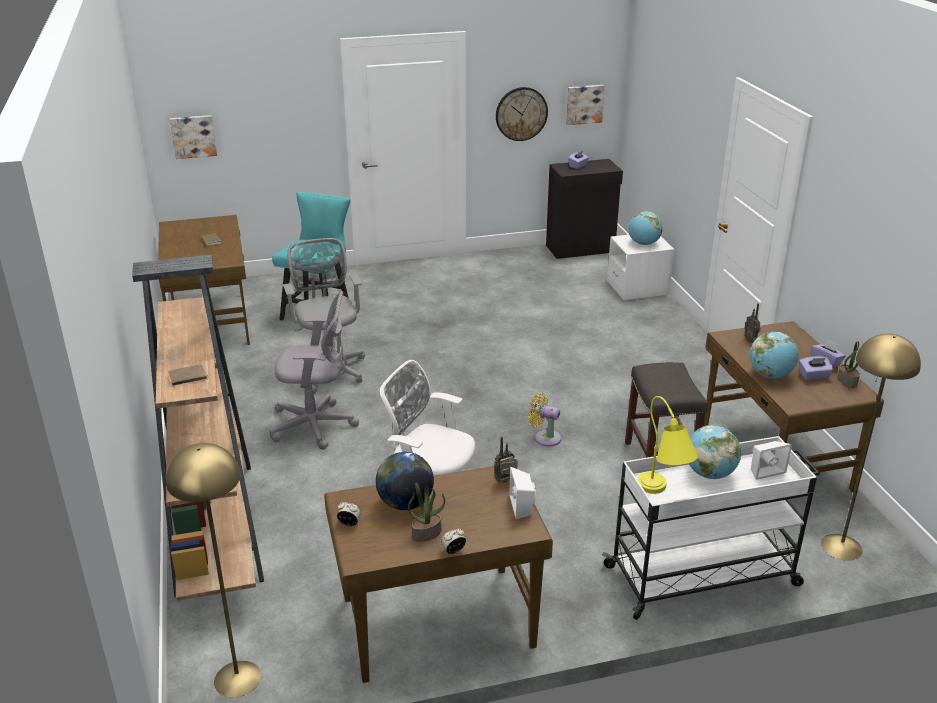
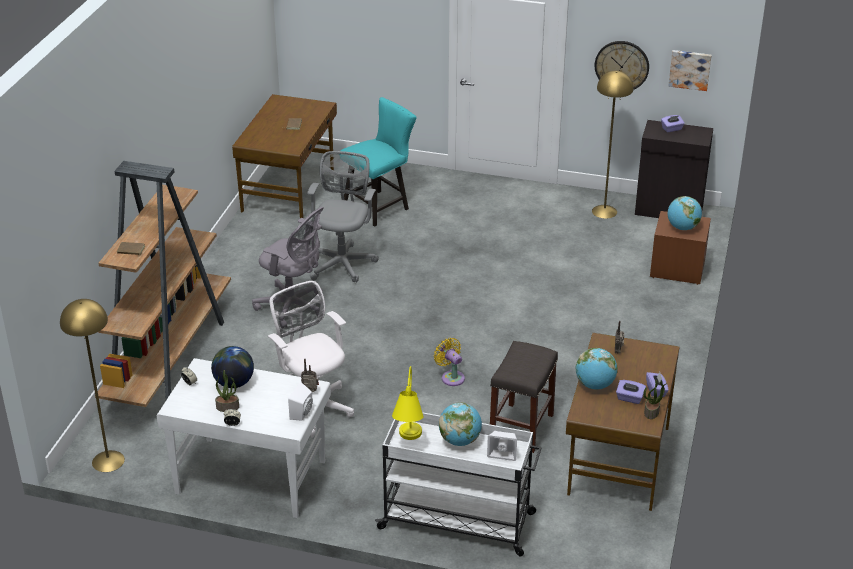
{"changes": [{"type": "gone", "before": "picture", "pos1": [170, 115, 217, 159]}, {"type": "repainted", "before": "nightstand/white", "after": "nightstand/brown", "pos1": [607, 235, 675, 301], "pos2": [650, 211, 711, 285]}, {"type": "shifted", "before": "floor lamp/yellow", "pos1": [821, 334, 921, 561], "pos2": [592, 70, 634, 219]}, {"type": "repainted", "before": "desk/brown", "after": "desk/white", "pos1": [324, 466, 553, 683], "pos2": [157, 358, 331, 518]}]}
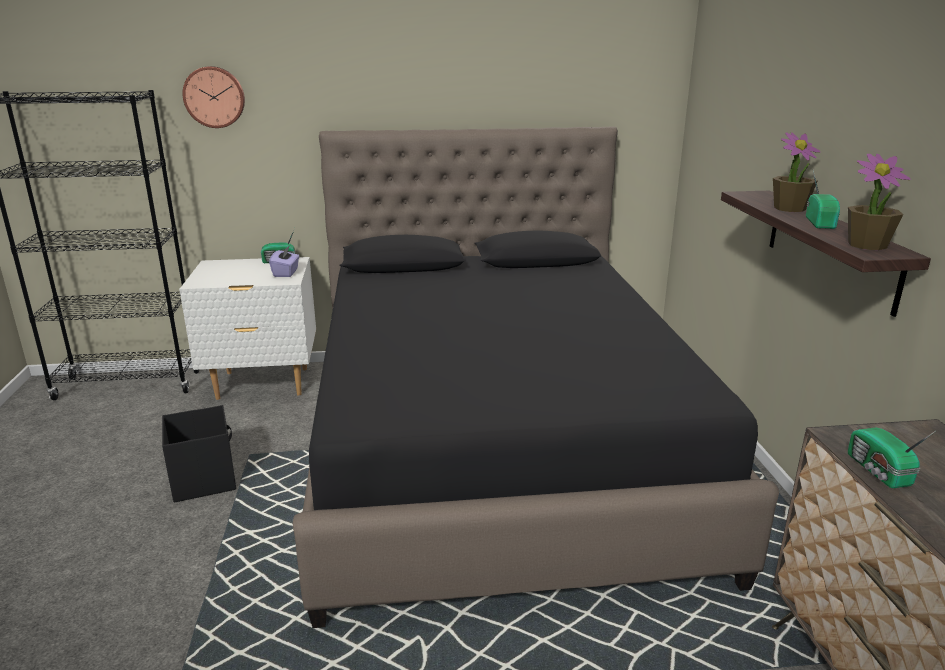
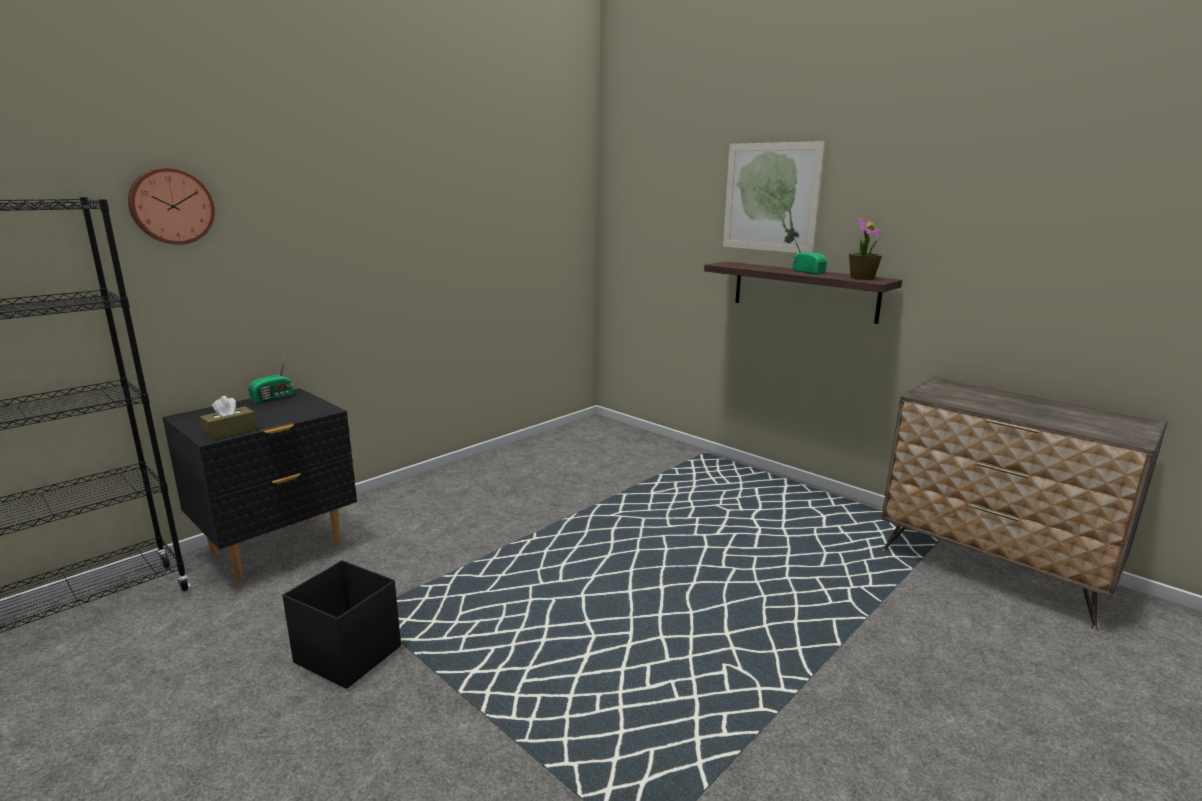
{"changes": [{"type": "gone", "before": "bed/black", "pos1": [293, 127, 779, 628]}, {"type": "gone", "before": "potted plant", "pos1": [773, 132, 820, 212]}, {"type": "gone", "before": "tissue box/purple", "pos1": [269, 245, 299, 277]}, {"type": "repainted", "before": "nightstand/white", "after": "nightstand/black", "pos1": [179, 257, 316, 400], "pos2": [162, 388, 357, 582]}, {"type": "gone", "before": "radio", "pos1": [848, 428, 936, 488]}, {"type": "new", "after": "picture", "pos2": [723, 141, 825, 253]}, {"type": "new", "after": "tissue box/brown", "pos2": [200, 396, 257, 440]}]}
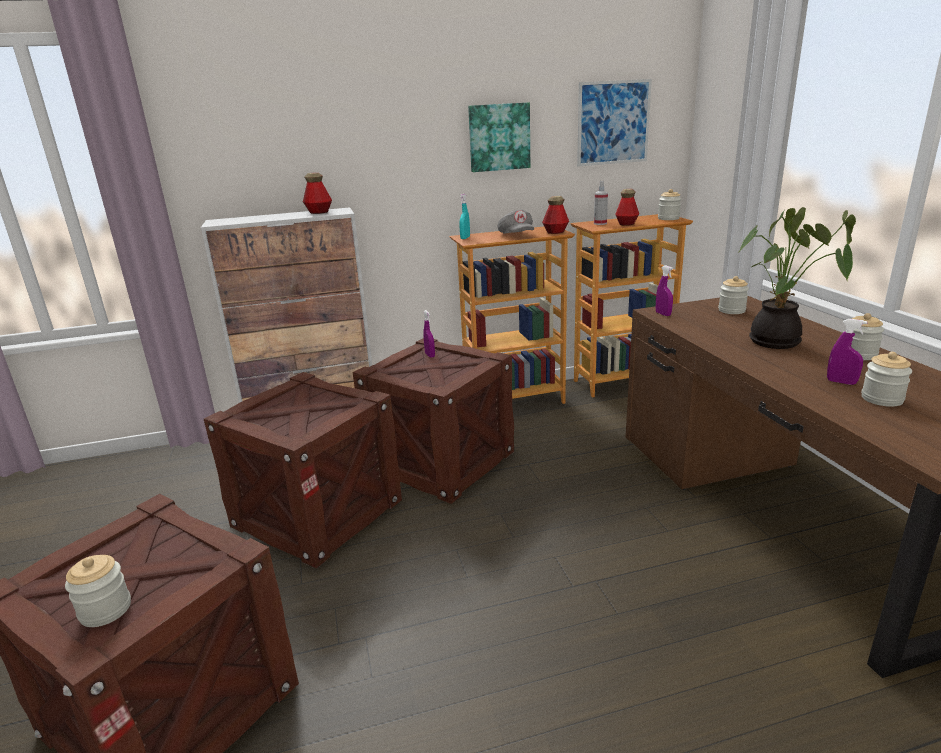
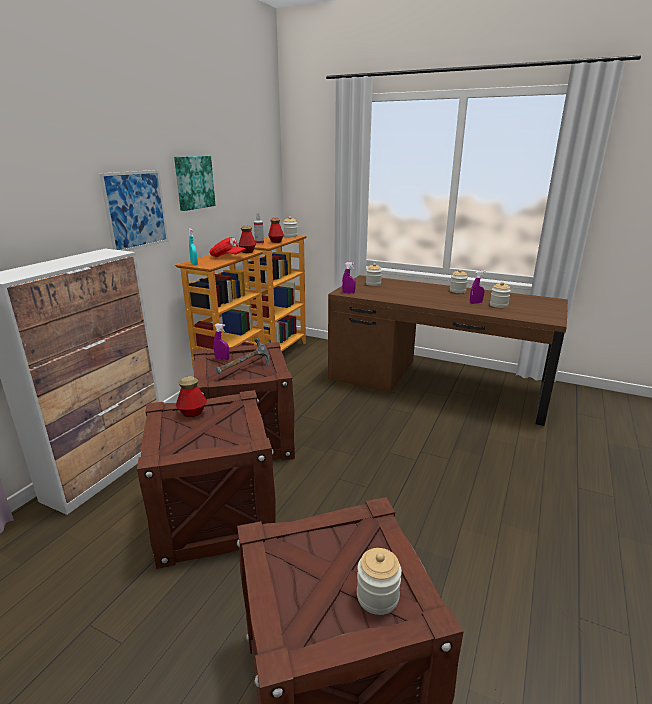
{"changes": [{"type": "shifted", "before": "picture", "pos1": [577, 79, 652, 166], "pos2": [99, 170, 168, 251]}, {"type": "shifted", "before": "bottle", "pos1": [303, 172, 332, 214], "pos2": [176, 376, 207, 417]}, {"type": "gone", "before": "potted plant", "pos1": [738, 207, 856, 349]}, {"type": "repainted", "before": "cap/grey", "after": "cap/red", "pos1": [498, 209, 534, 234], "pos2": [210, 237, 246, 257]}, {"type": "new", "after": "hammer", "pos2": [215, 338, 270, 375]}]}
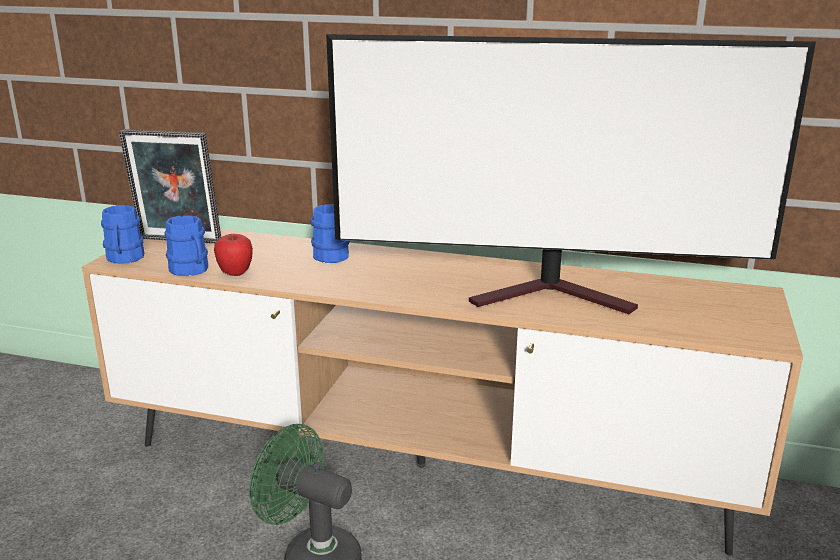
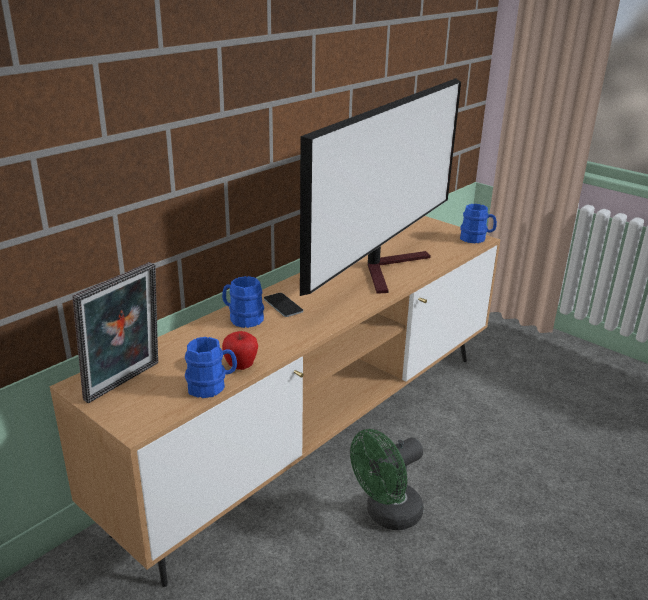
{"changes": [{"type": "shifted", "before": "mug/blue", "pos1": [101, 205, 144, 264], "pos2": [460, 204, 497, 243]}, {"type": "new", "after": "phone", "pos2": [264, 293, 303, 317]}]}
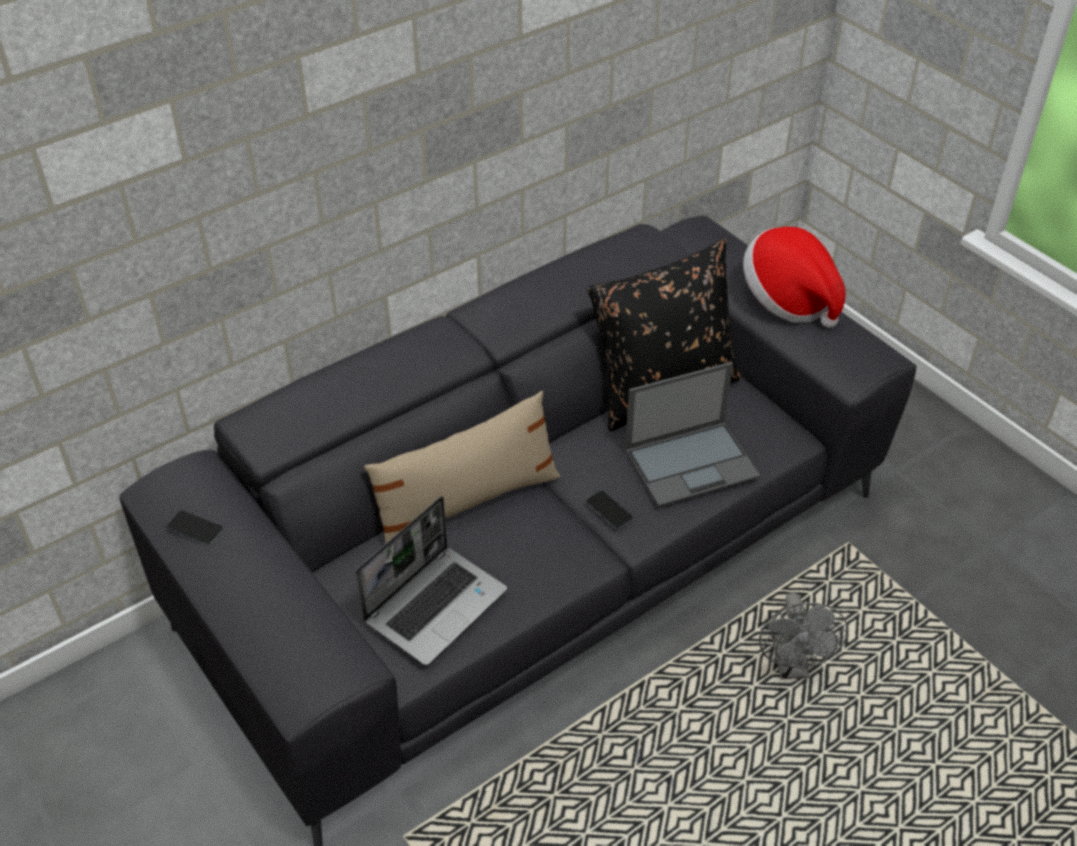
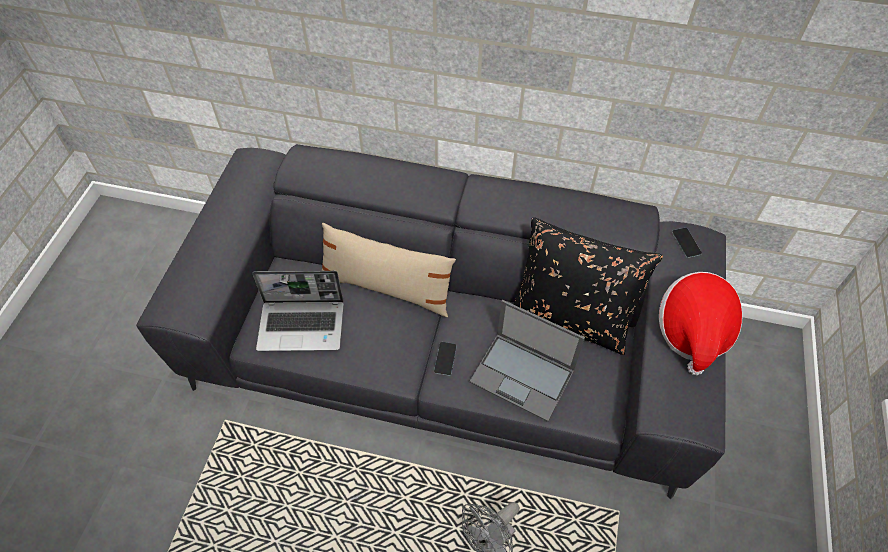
{"changes": [{"type": "shifted", "before": "phone", "pos1": [167, 510, 223, 545], "pos2": [672, 228, 702, 258]}]}
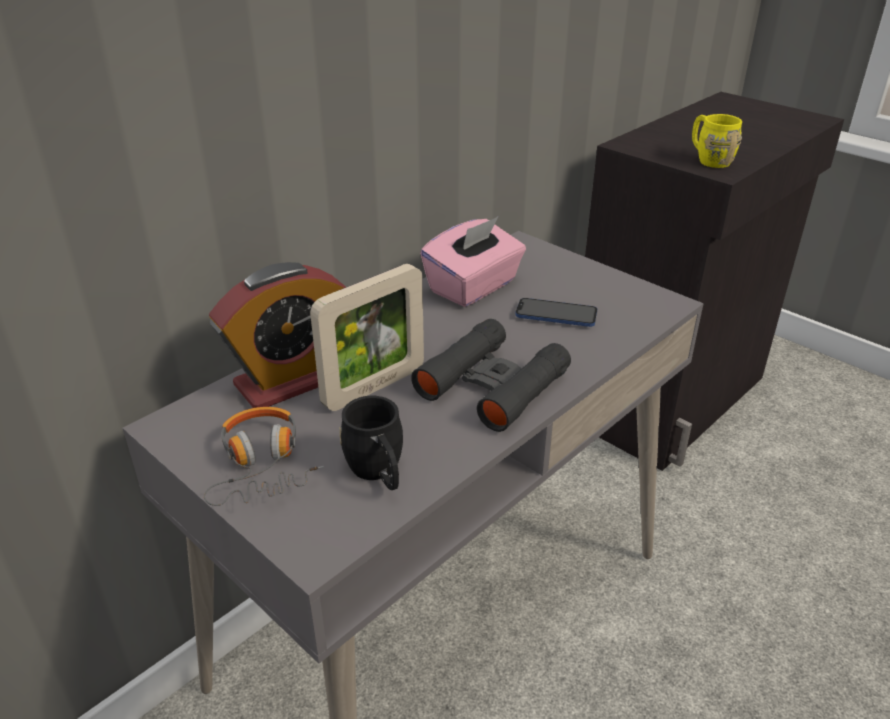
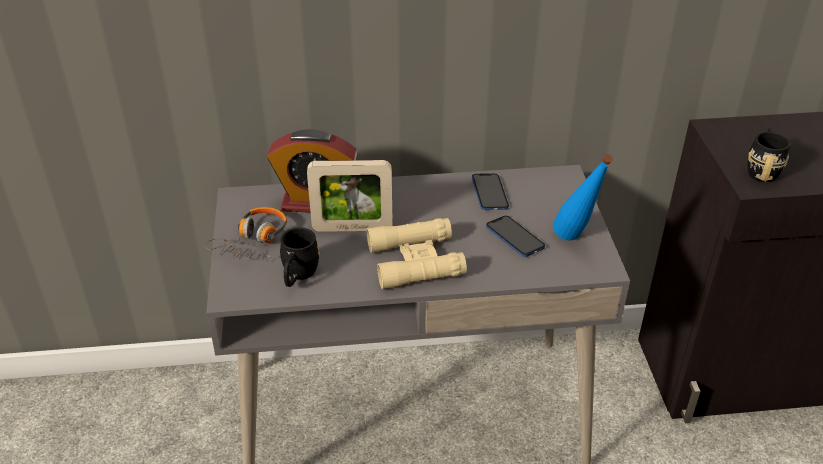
{"changes": [{"type": "repainted", "before": "mug/yellow", "after": "mug/black", "pos1": [692, 114, 742, 168], "pos2": [747, 128, 790, 182]}, {"type": "swapped", "before": "tissue box/pink", "after": "phone", "pos1": [420, 217, 526, 307], "pos2": [472, 173, 509, 210]}, {"type": "repainted", "before": "binoculars/black", "after": "binoculars/beige", "pos1": [411, 319, 571, 432], "pos2": [367, 218, 467, 289]}, {"type": "new", "after": "bottle/blue", "pos2": [553, 154, 613, 241]}]}
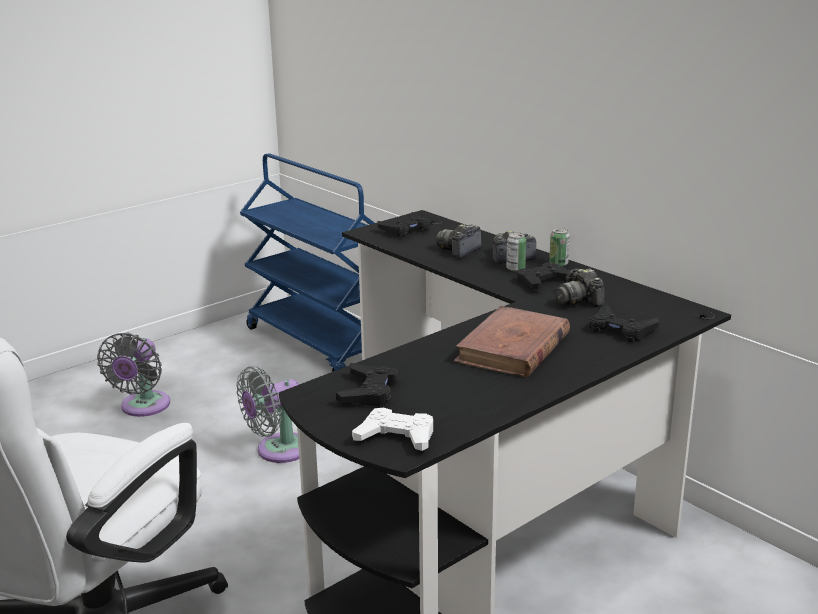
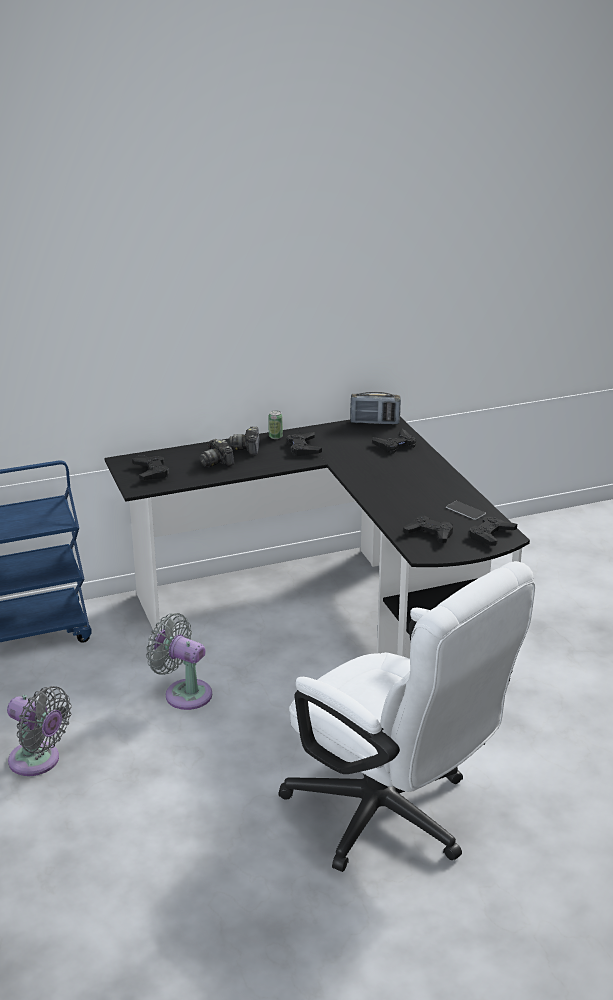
{"changes": [{"type": "gone", "before": "can", "pos1": [506, 232, 526, 272]}, {"type": "gone", "before": "photo camera", "pos1": [555, 268, 604, 307]}, {"type": "gone", "before": "book/brown", "pos1": [454, 306, 570, 378]}, {"type": "rotated", "before": "fan/grey", "pos1": [236, 366, 299, 463], "pos2": [146, 613, 212, 710], "turn": 135}, {"type": "repainted", "before": "game controller/white", "after": "game controller/black", "pos1": [352, 408, 433, 451], "pos2": [469, 516, 517, 546]}, {"type": "new", "after": "radio", "pos2": [350, 392, 401, 425]}, {"type": "new", "after": "phone", "pos2": [446, 501, 486, 520]}]}
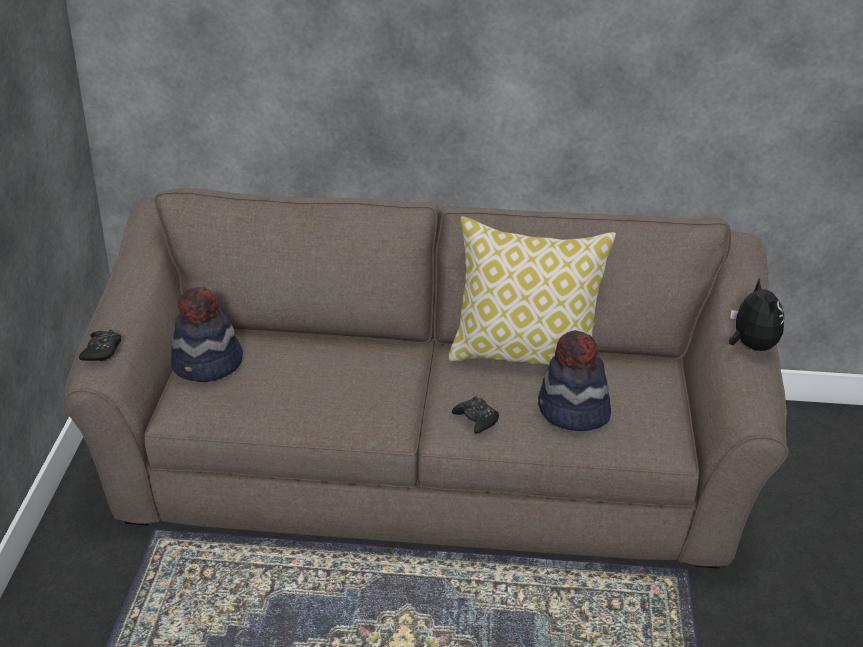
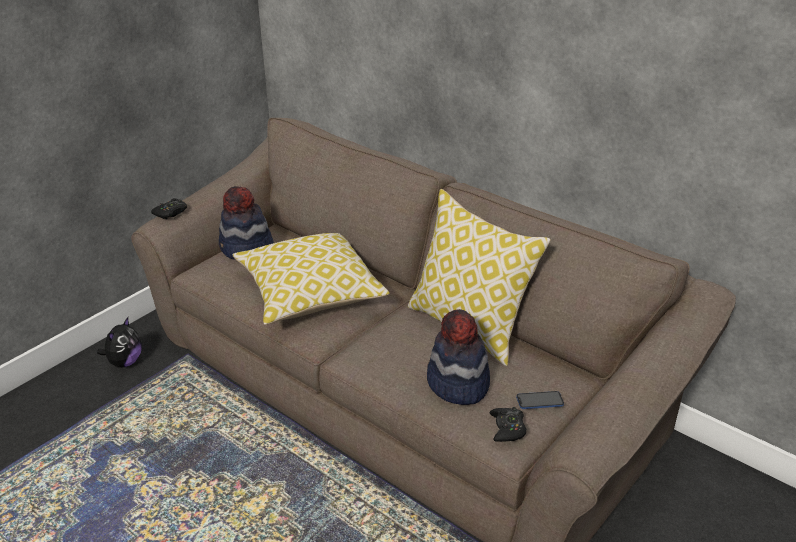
{"changes": [{"type": "shifted", "before": "plush toy", "pos1": [729, 278, 784, 351], "pos2": [97, 317, 142, 368]}, {"type": "shifted", "before": "game controller/black", "pos1": [452, 396, 499, 434], "pos2": [490, 407, 526, 442]}, {"type": "new", "after": "pillow", "pos2": [232, 233, 390, 325]}, {"type": "new", "after": "phone", "pos2": [516, 391, 564, 409]}]}
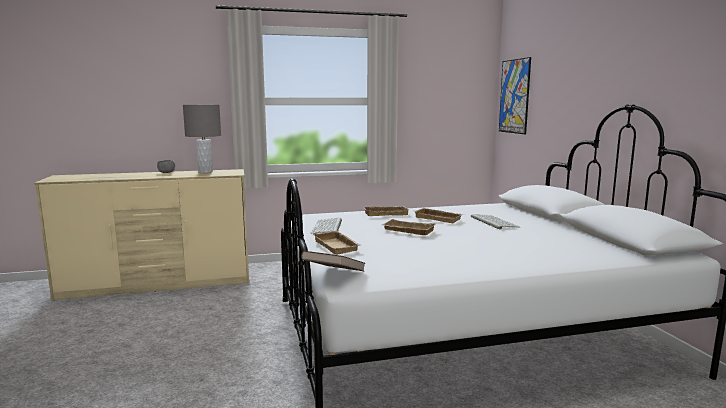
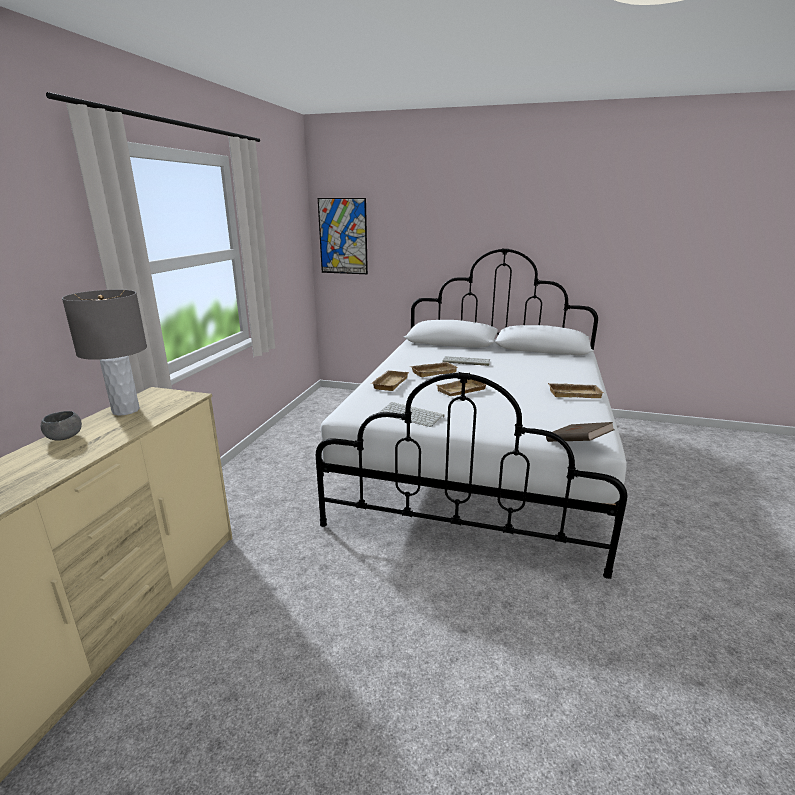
{"changes": [{"type": "shifted", "before": "tray/beige", "pos1": [312, 231, 362, 255], "pos2": [548, 383, 604, 398]}]}
